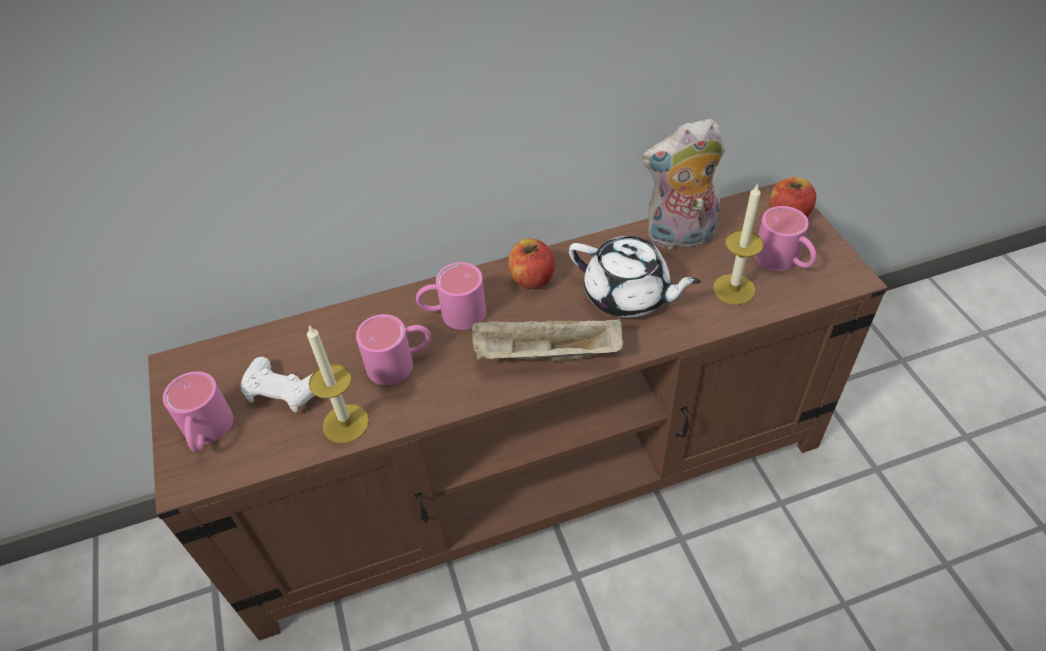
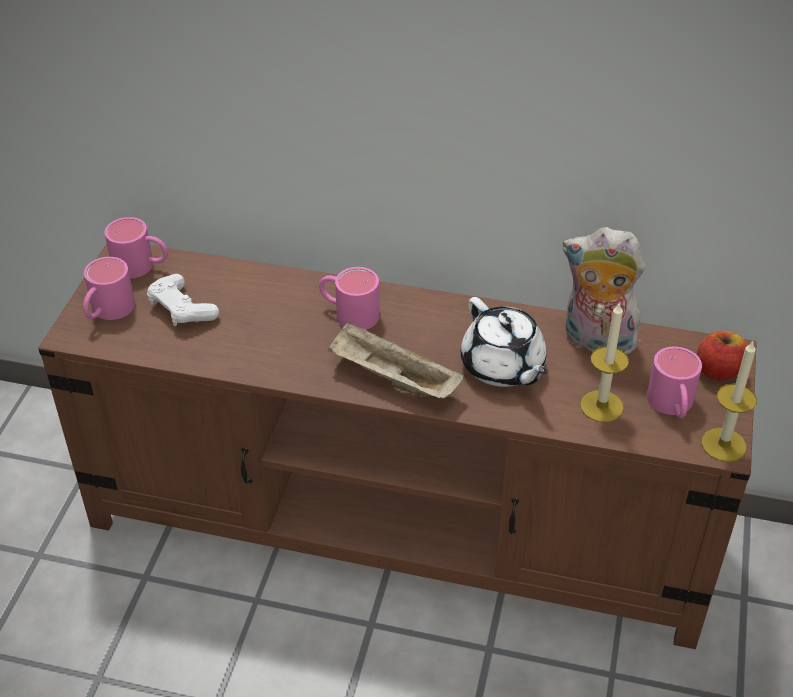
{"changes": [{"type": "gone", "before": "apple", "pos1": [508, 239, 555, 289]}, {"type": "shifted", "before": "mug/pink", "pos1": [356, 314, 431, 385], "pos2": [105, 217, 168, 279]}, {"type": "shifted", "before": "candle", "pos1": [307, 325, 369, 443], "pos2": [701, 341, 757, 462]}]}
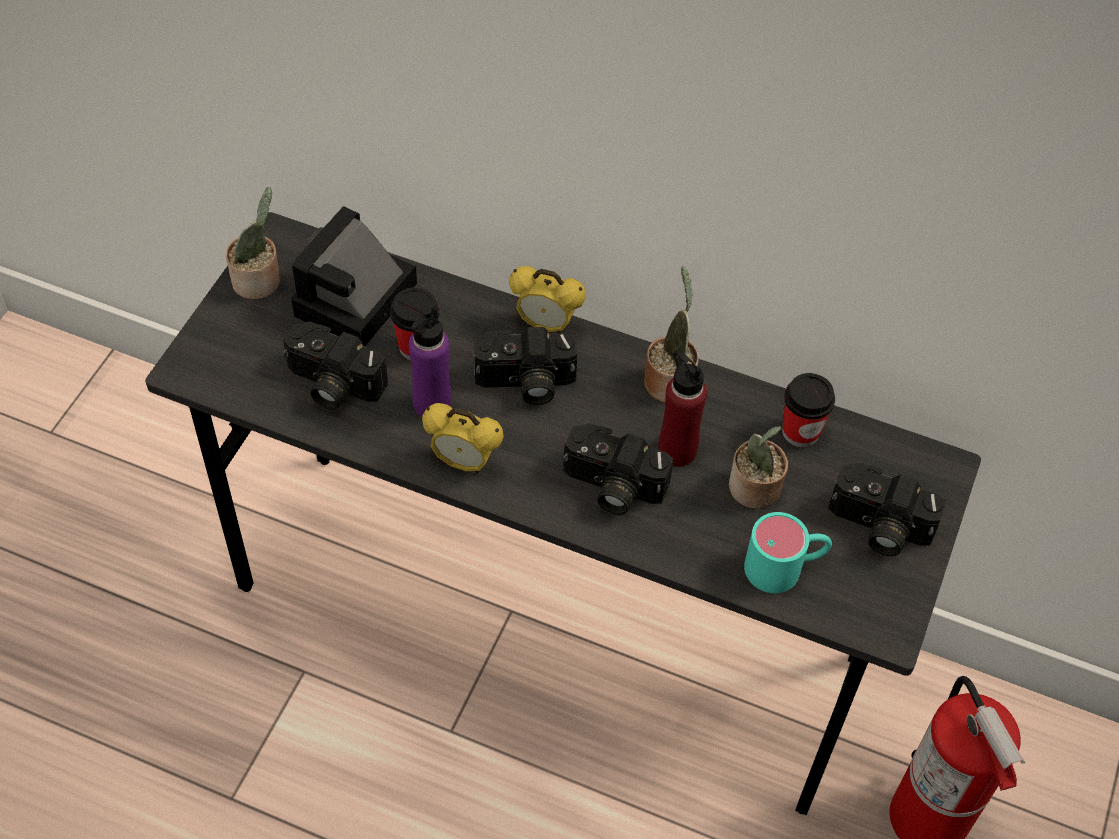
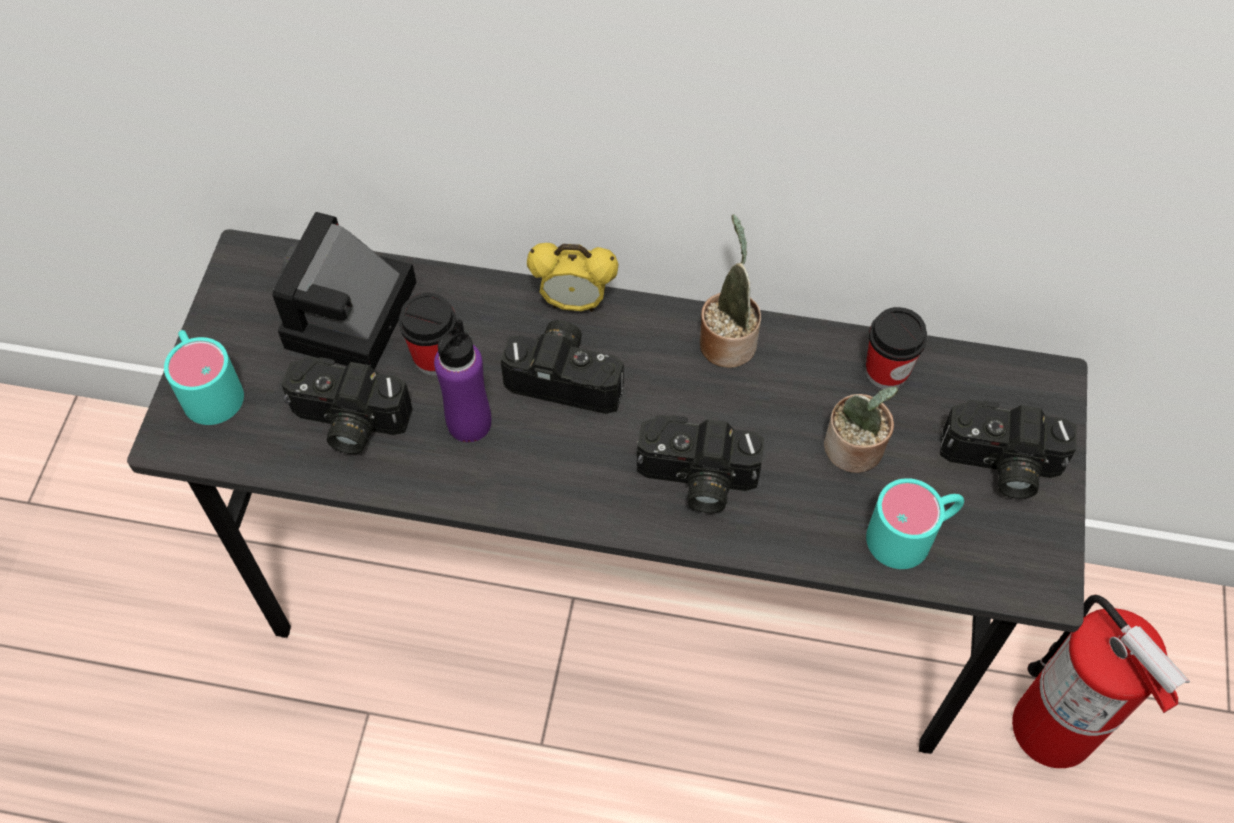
{"changes": [{"type": "gone", "before": "potted plant", "pos1": [226, 187, 280, 299]}, {"type": "rotated", "before": "photo camera", "pos1": [473, 327, 577, 405], "pos2": [501, 320, 624, 414], "turn": -150}, {"type": "gone", "before": "bottle/red", "pos1": [658, 351, 707, 467]}, {"type": "gone", "before": "alarm clock", "pos1": [422, 403, 504, 474]}, {"type": "new", "after": "mug/turquoise", "pos2": [164, 330, 244, 425]}]}
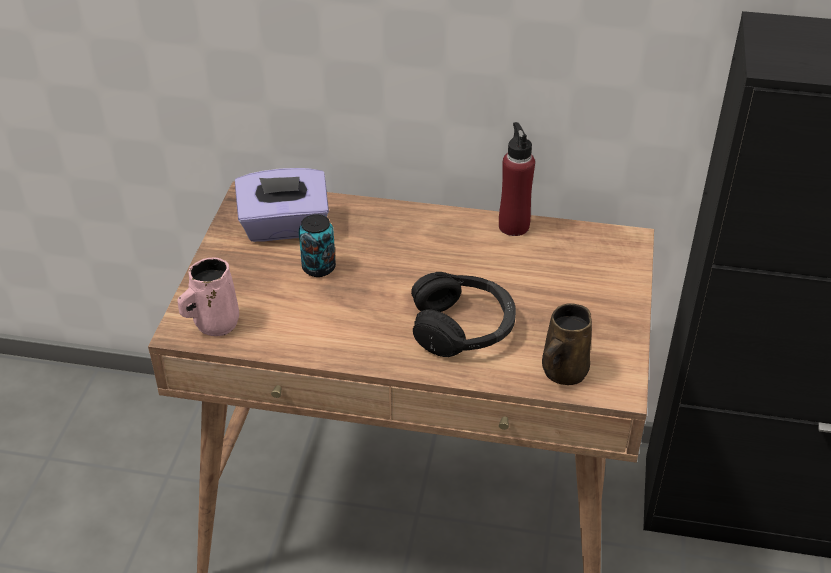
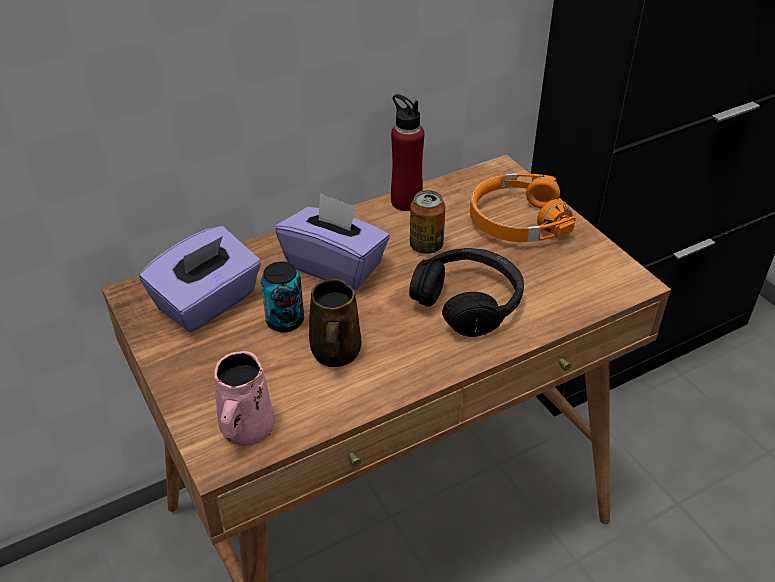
{"changes": [{"type": "shifted", "before": "mug/brown", "pos1": [542, 303, 592, 385], "pos2": [309, 279, 361, 367]}, {"type": "new", "after": "headphones/orange", "pos2": [470, 173, 576, 242]}, {"type": "new", "after": "can", "pos2": [410, 190, 445, 254]}, {"type": "new", "after": "tissue box/purple", "pos2": [275, 193, 390, 290]}]}
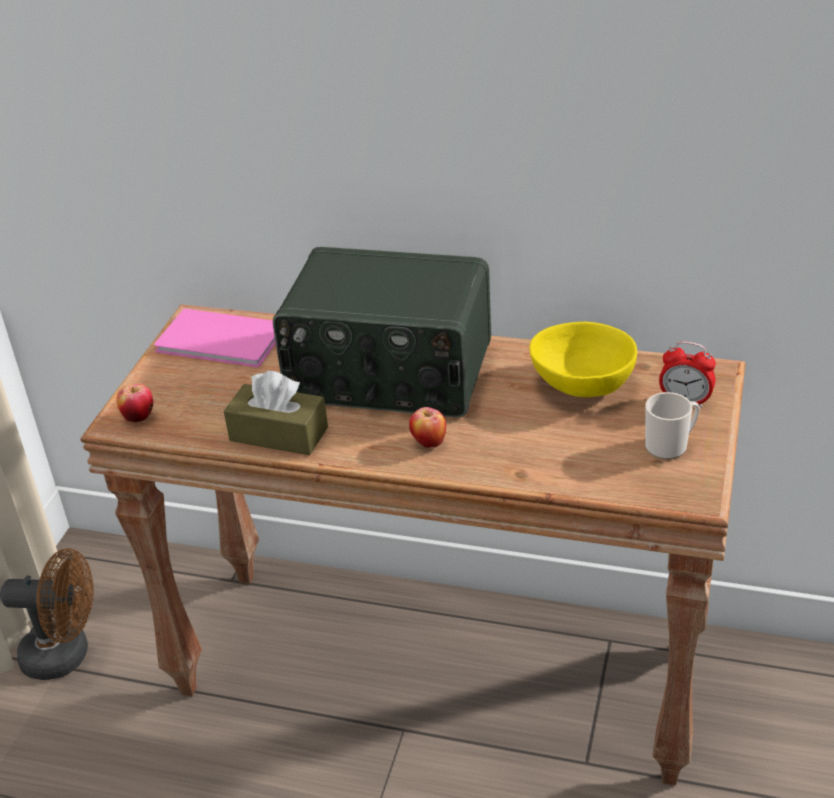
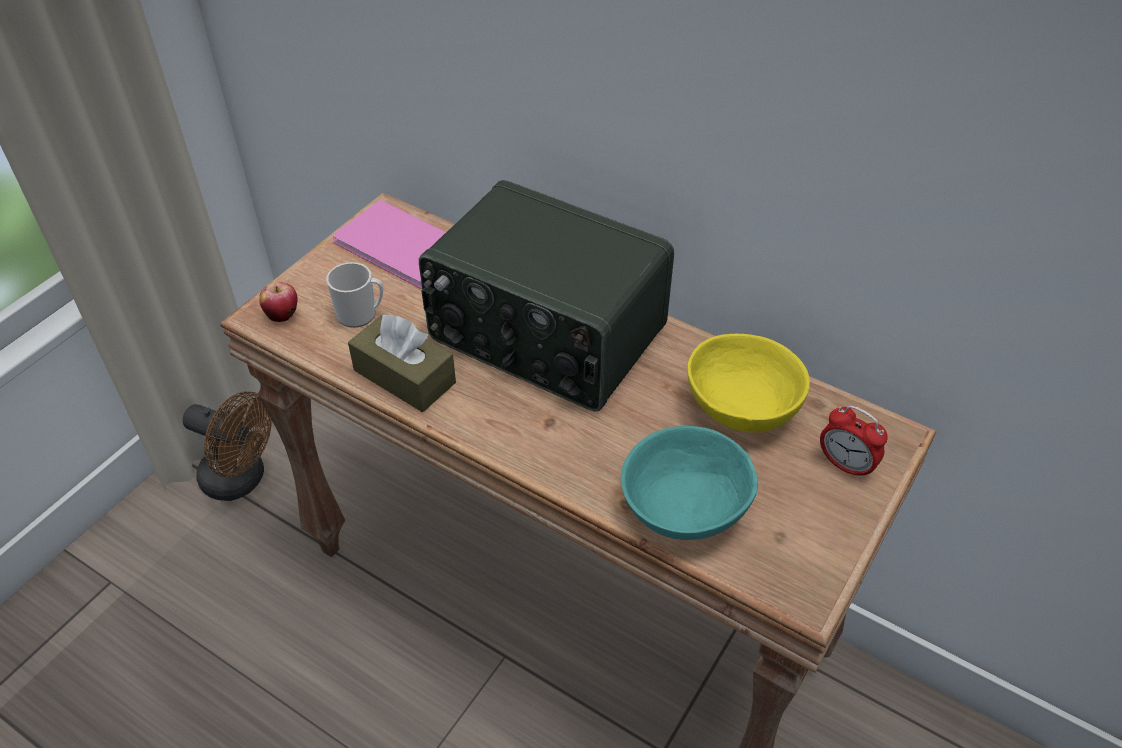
{"changes": [{"type": "shifted", "before": "mug", "pos1": [645, 392, 700, 460], "pos2": [326, 262, 383, 328]}, {"type": "gone", "before": "apple", "pos1": [409, 407, 446, 448]}, {"type": "new", "after": "bowl/turquoise", "pos2": [621, 426, 758, 540]}]}
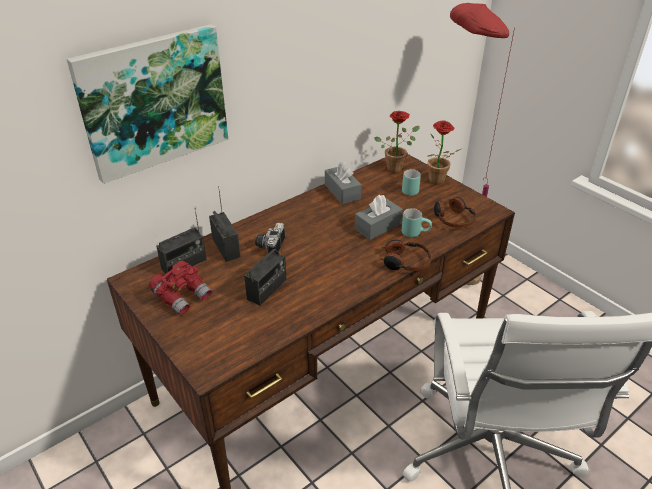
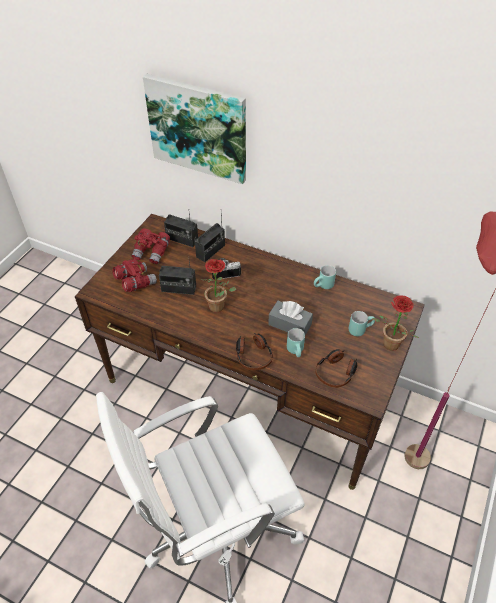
{"changes": [{"type": "shifted", "before": "potted plant", "pos1": [374, 111, 420, 173], "pos2": [200, 259, 236, 312]}, {"type": "swapped", "before": "tissue box/grey", "after": "mug/turquoise", "pos1": [325, 161, 361, 204], "pos2": [314, 265, 336, 289]}, {"type": "new", "after": "binoculars/red", "pos2": [112, 258, 157, 292]}]}
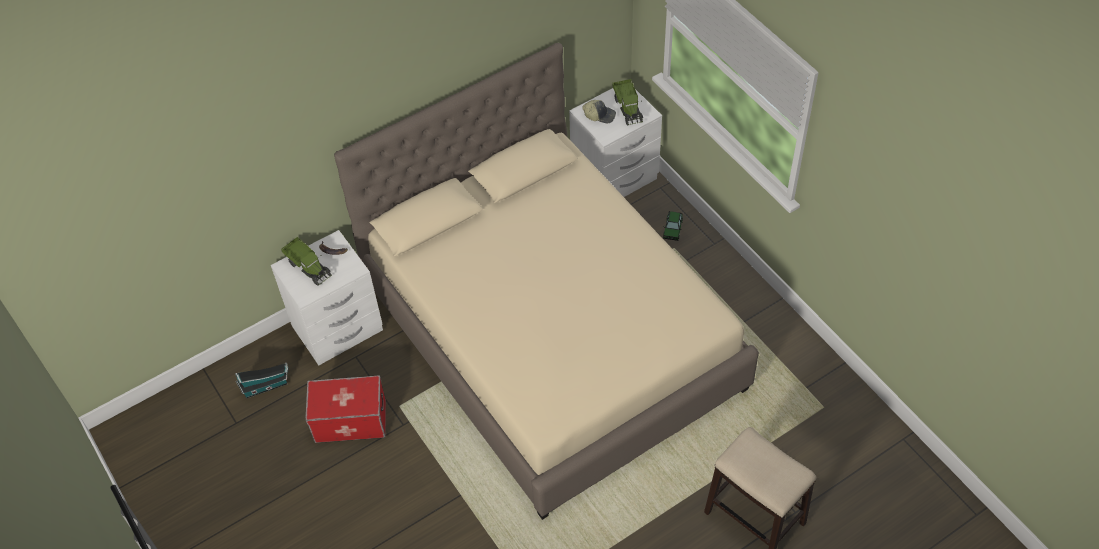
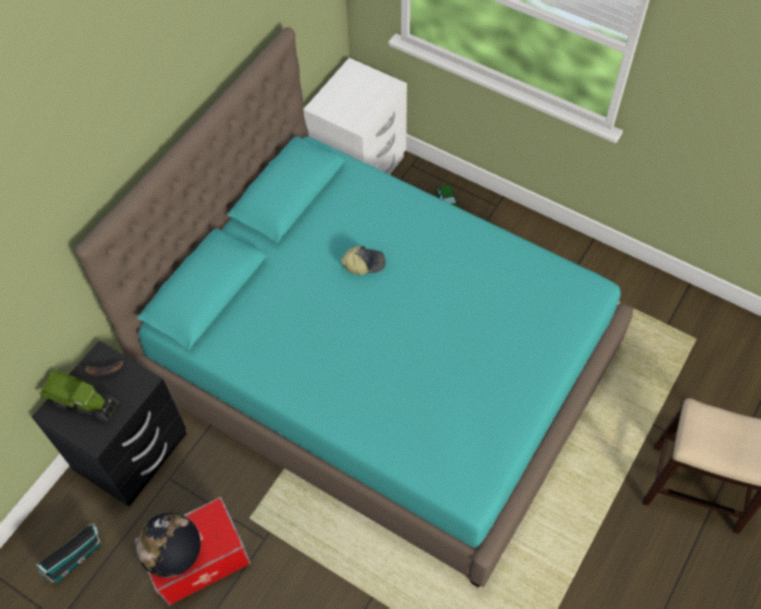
{"changes": [{"type": "repainted", "before": "bed/beige", "after": "bed/turquoise", "pos1": [334, 43, 759, 520], "pos2": [74, 27, 633, 588]}, {"type": "gone", "before": "toy truck", "pos1": [612, 79, 643, 126]}, {"type": "shifted", "before": "cap", "pos1": [582, 100, 616, 123], "pos2": [341, 245, 386, 275]}, {"type": "repainted", "before": "nightstand/white", "after": "nightstand/black", "pos1": [271, 230, 383, 366], "pos2": [32, 341, 187, 507]}, {"type": "new", "after": "globe", "pos2": [136, 513, 201, 578]}]}
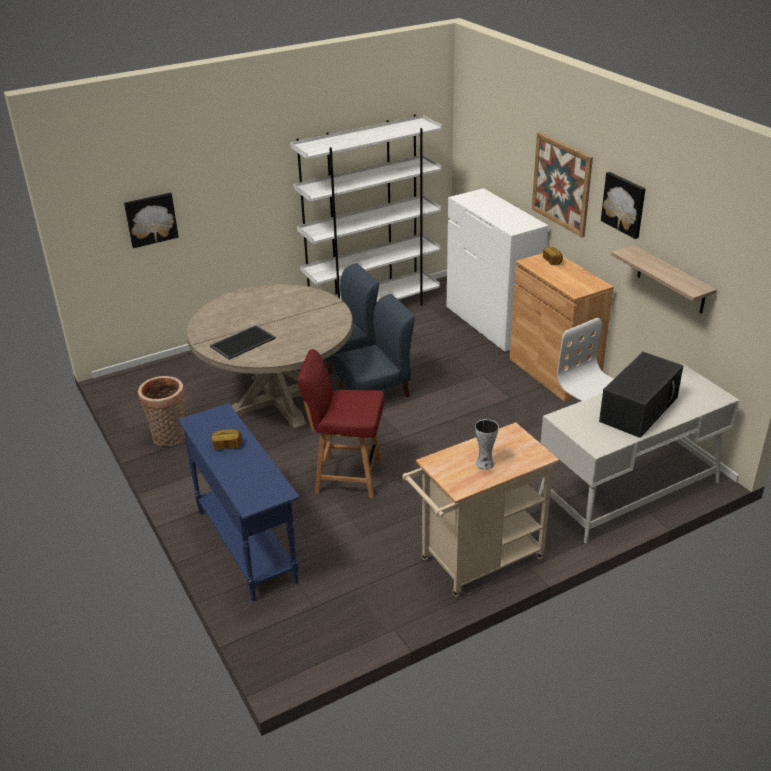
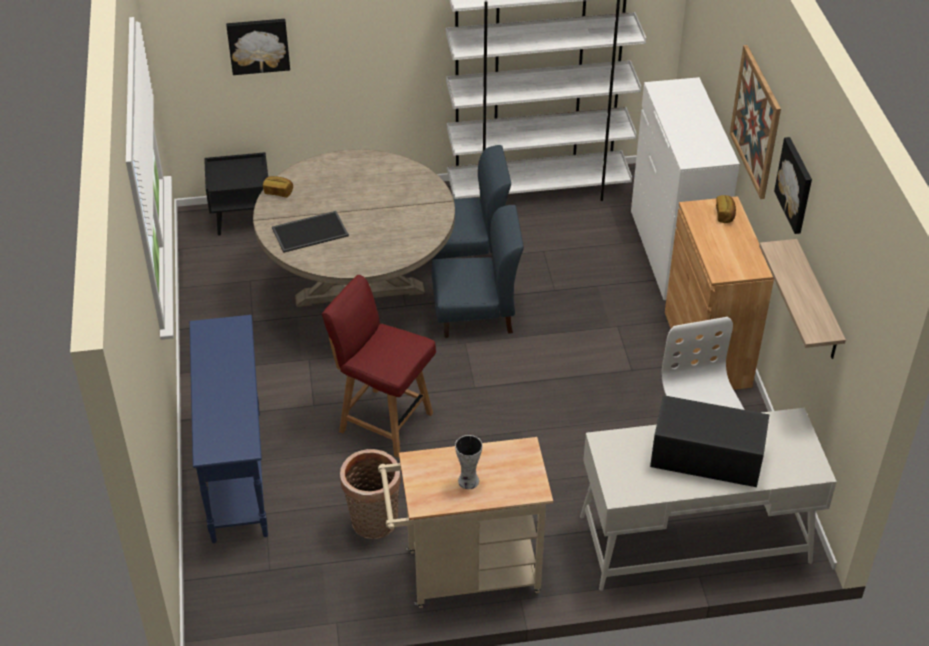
{"changes": [{"type": "rotated", "before": "microwave/black", "pos1": [599, 352, 683, 438], "pos2": [650, 395, 769, 487], "turn": -135}, {"type": "shifted", "before": "basket", "pos1": [138, 376, 185, 446], "pos2": [340, 449, 401, 539]}, {"type": "shifted", "before": "bread", "pos1": [212, 429, 242, 450], "pos2": [263, 176, 293, 198]}, {"type": "new", "after": "nightstand/black", "pos2": [204, 152, 268, 235]}]}
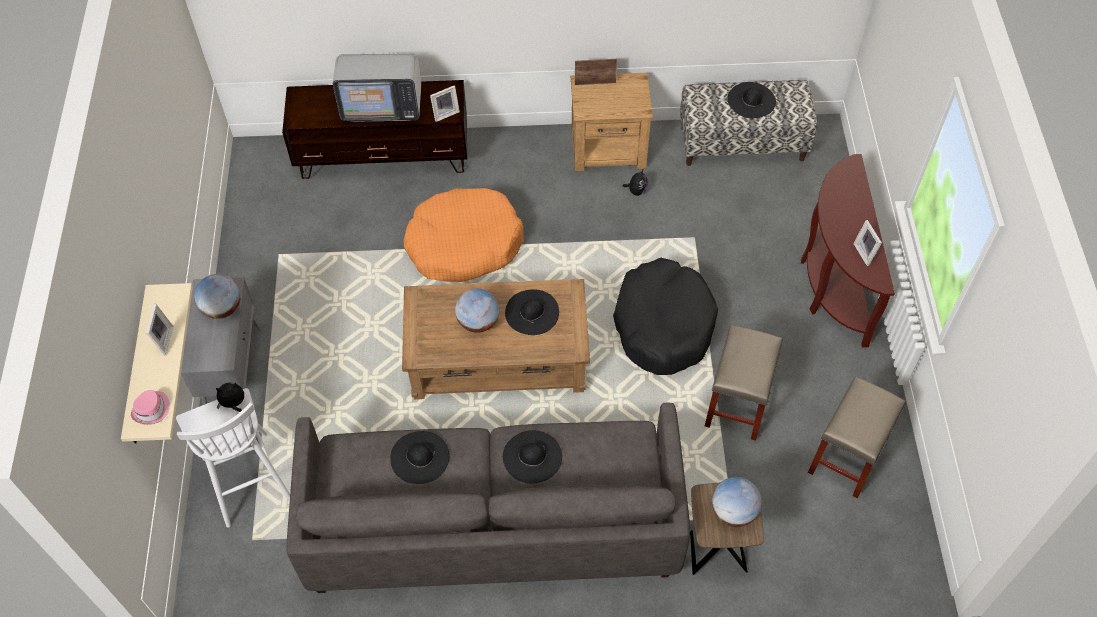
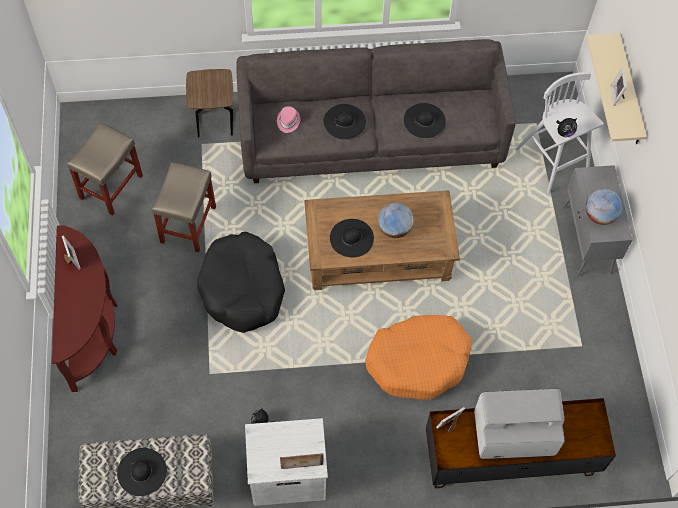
{"changes": [{"type": "repainted", "before": "nightstand/brown", "after": "nightstand/white", "pos1": [571, 73, 653, 172], "pos2": [245, 418, 328, 506]}, {"type": "shifted", "before": "hat/pink", "pos1": [131, 390, 170, 424], "pos2": [277, 106, 300, 133]}, {"type": "gone", "before": "globe", "pos1": [712, 477, 762, 527]}]}
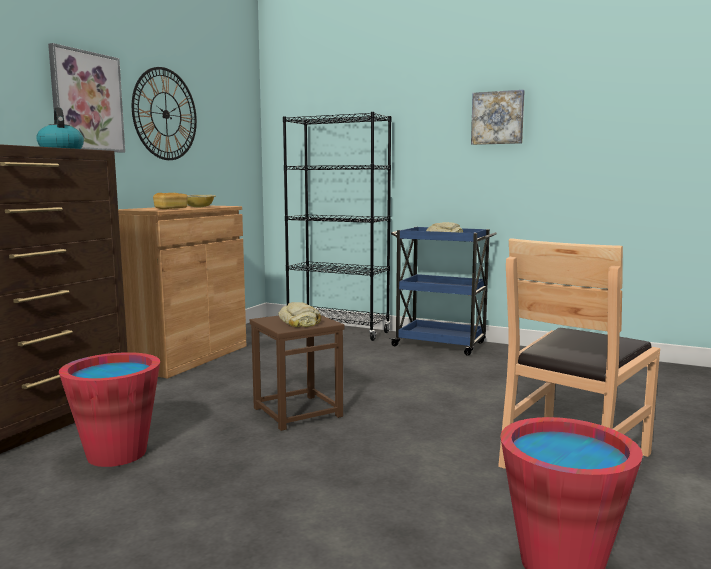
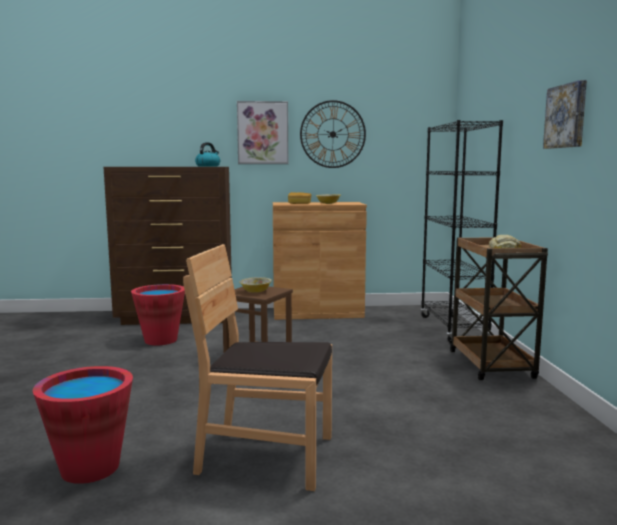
{"changes": [{"type": "repainted", "before": "cart/blue", "after": "cart/brown", "pos1": [389, 227, 497, 356], "pos2": [450, 237, 548, 380]}, {"type": "swapped", "before": "bread", "after": "bowl", "pos1": [278, 302, 321, 327], "pos2": [239, 277, 272, 293]}]}
